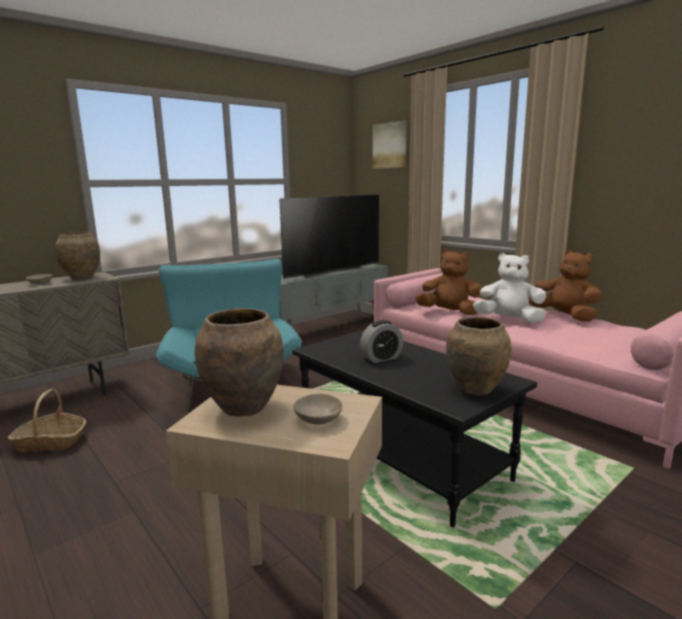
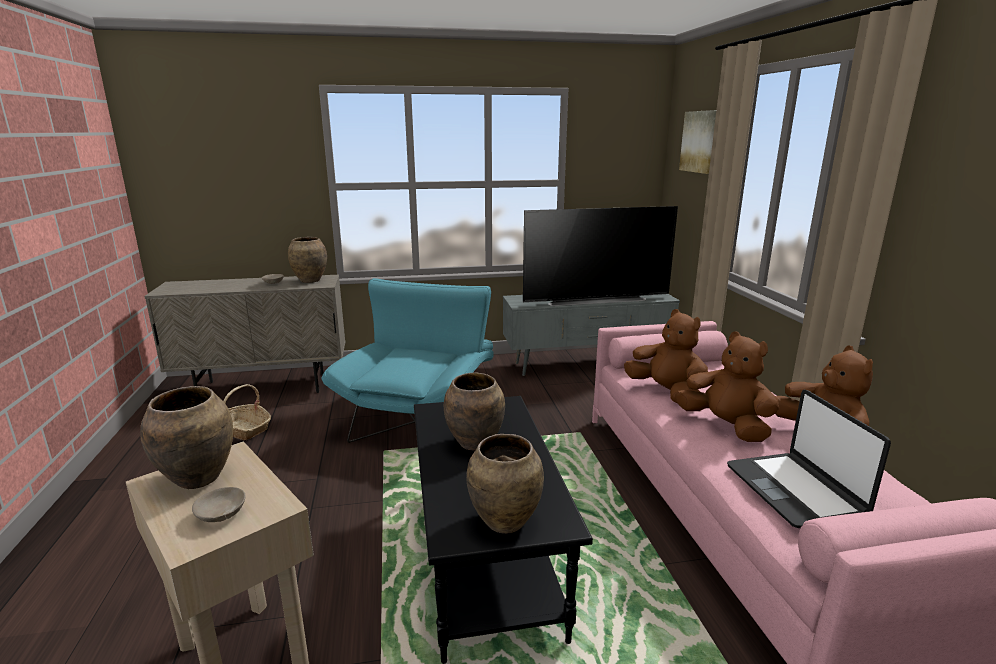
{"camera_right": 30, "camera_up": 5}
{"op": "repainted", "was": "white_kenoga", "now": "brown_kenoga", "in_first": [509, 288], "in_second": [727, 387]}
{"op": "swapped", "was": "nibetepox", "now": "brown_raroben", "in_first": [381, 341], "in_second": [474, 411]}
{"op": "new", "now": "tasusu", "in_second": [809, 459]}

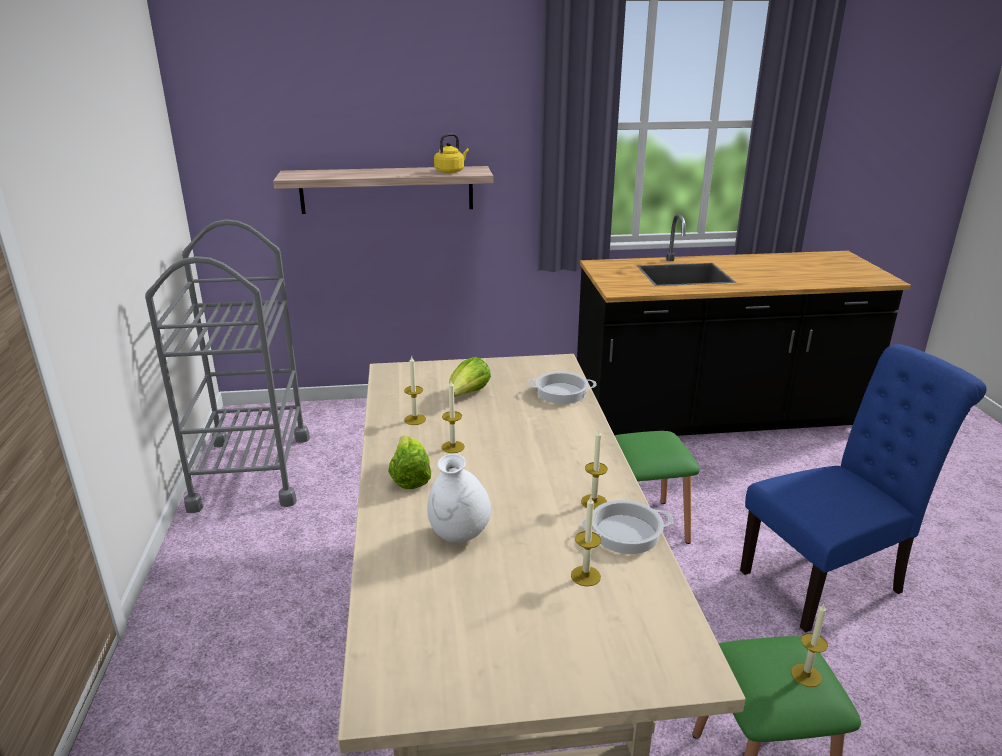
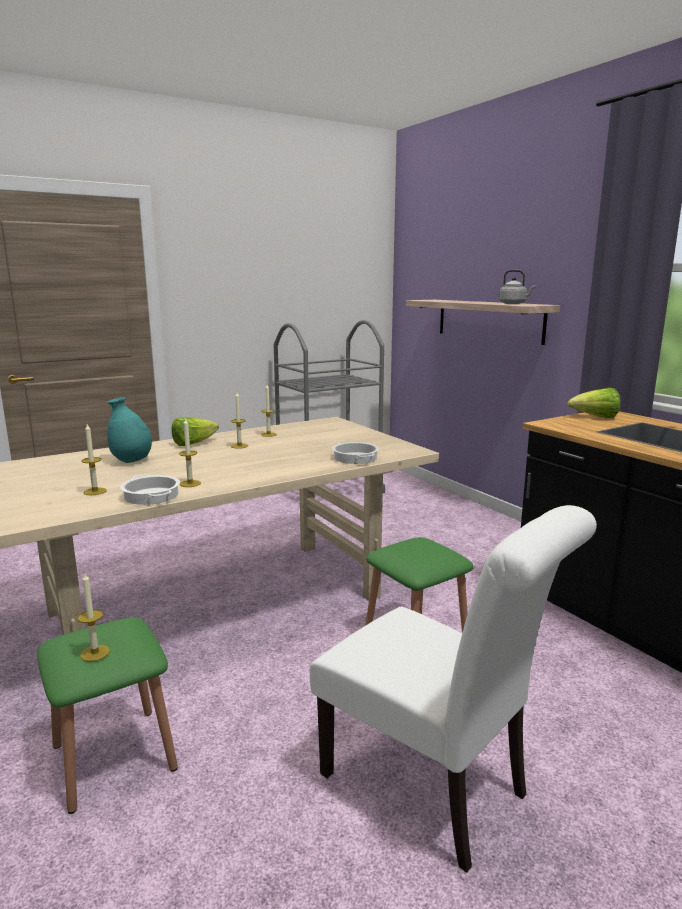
{"camera_right": 65, "camera_up": -10}
{"op": "repainted", "was": "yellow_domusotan", "now": "grey_domusotan", "in_first": [451, 153], "in_second": [517, 287]}
{"op": "repainted", "was": "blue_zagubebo", "now": "white_zagubebo", "in_first": [863, 488], "in_second": [453, 689]}
{"op": "shifted", "was": "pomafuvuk", "in_first": [470, 377], "in_second": [593, 403]}
{"op": "repainted", "was": "white_raroben", "now": "turquoise_raroben", "in_first": [459, 498], "in_second": [129, 430]}

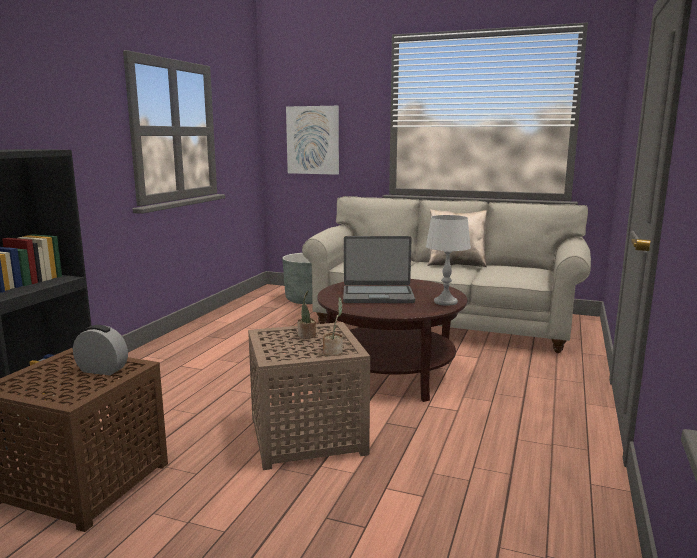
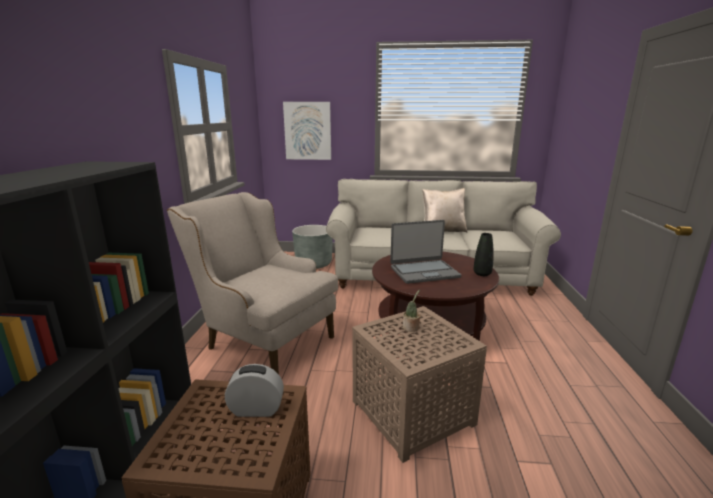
{"camera_right": -15, "camera_up": 5}
{"op": "swapped", "was": "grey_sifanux", "now": "black_raroben", "in_first": [448, 260], "in_second": [483, 254]}
{"op": "gone", "was": "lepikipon", "in_first": [333, 326]}
{"op": "new", "now": "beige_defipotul", "in_second": [252, 283]}

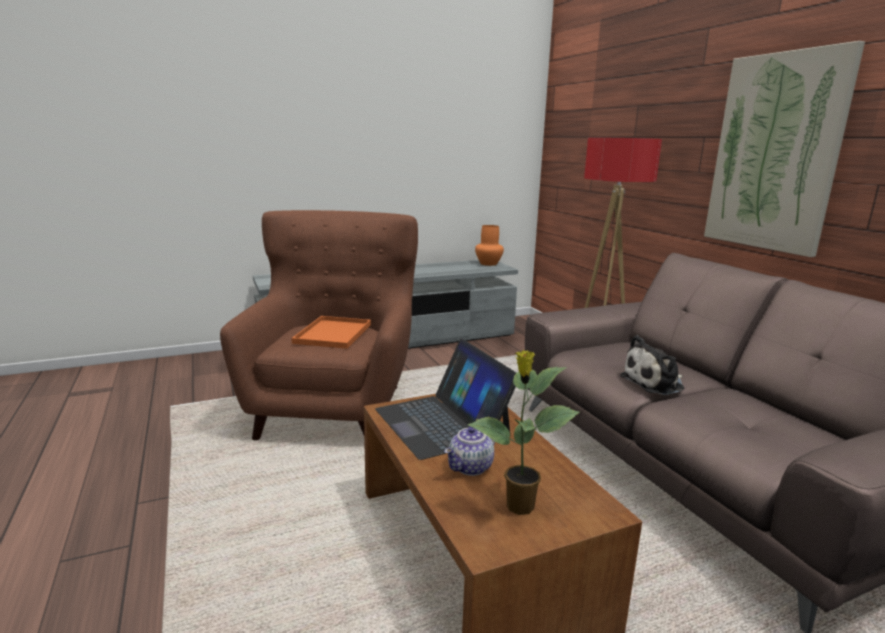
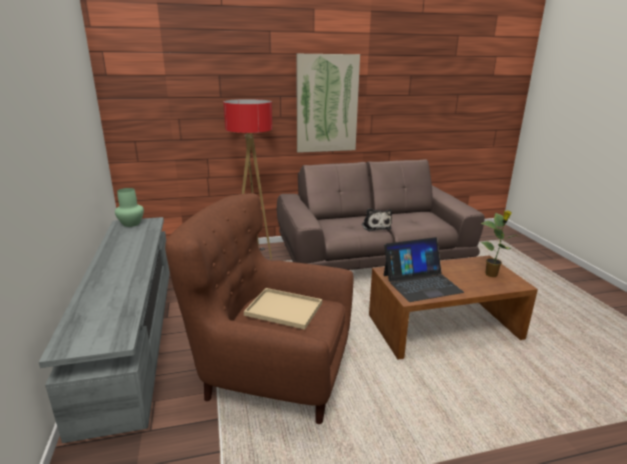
{"camera_right": -80, "camera_up": 5}
{"op": "repainted", "was": "orange_raroben", "now": "green_raroben", "in_first": [489, 245], "in_second": [129, 207]}
{"op": "repainted", "was": "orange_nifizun", "now": "beige_nifizun", "in_first": [331, 332], "in_second": [283, 309]}
{"op": "gone", "was": "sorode", "in_first": [469, 451]}

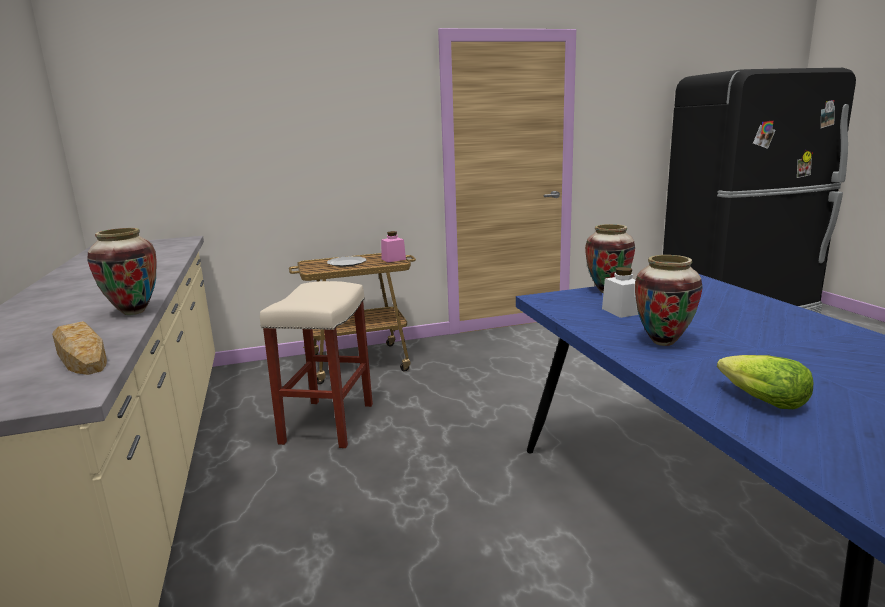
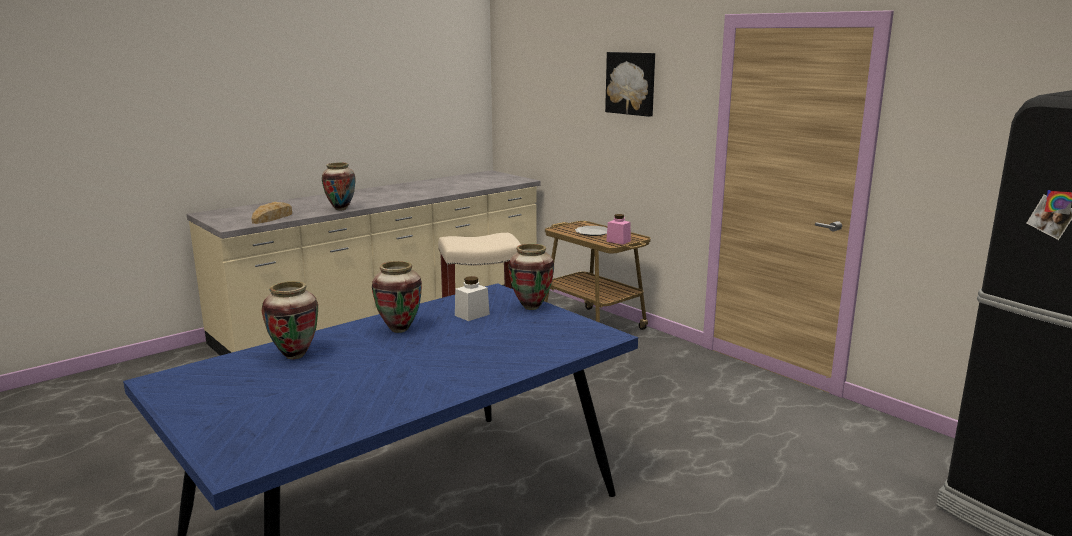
{"camera_right": 65, "camera_up": 0}
{"op": "swapped", "was": "pomafuvuk", "now": "raroben", "in_first": [765, 382], "in_second": [290, 320]}
{"op": "new", "now": "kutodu", "in_second": [630, 84]}

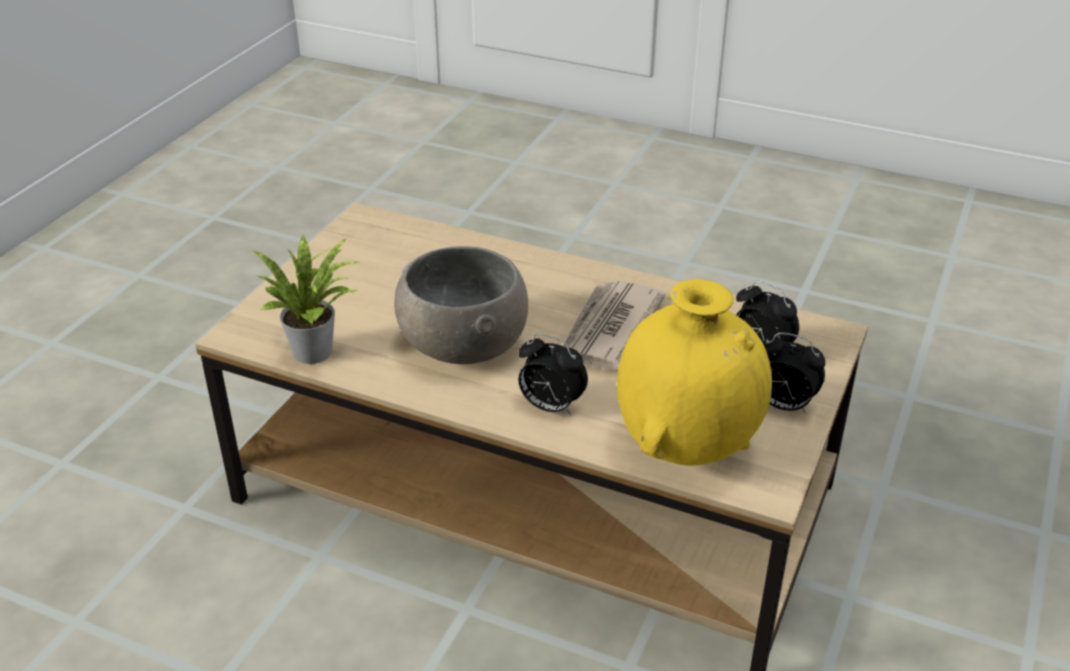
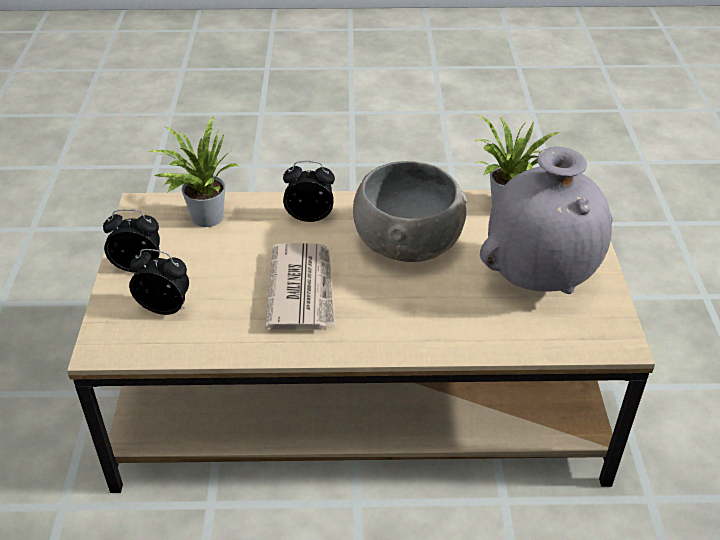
{"camera_right": 155, "camera_up": 5}
{"op": "swapped", "was": "yellow_raroben", "now": "lepikipon", "in_first": [694, 372], "in_second": [193, 171]}
{"op": "new", "now": "grey_raroben", "in_second": [546, 220]}

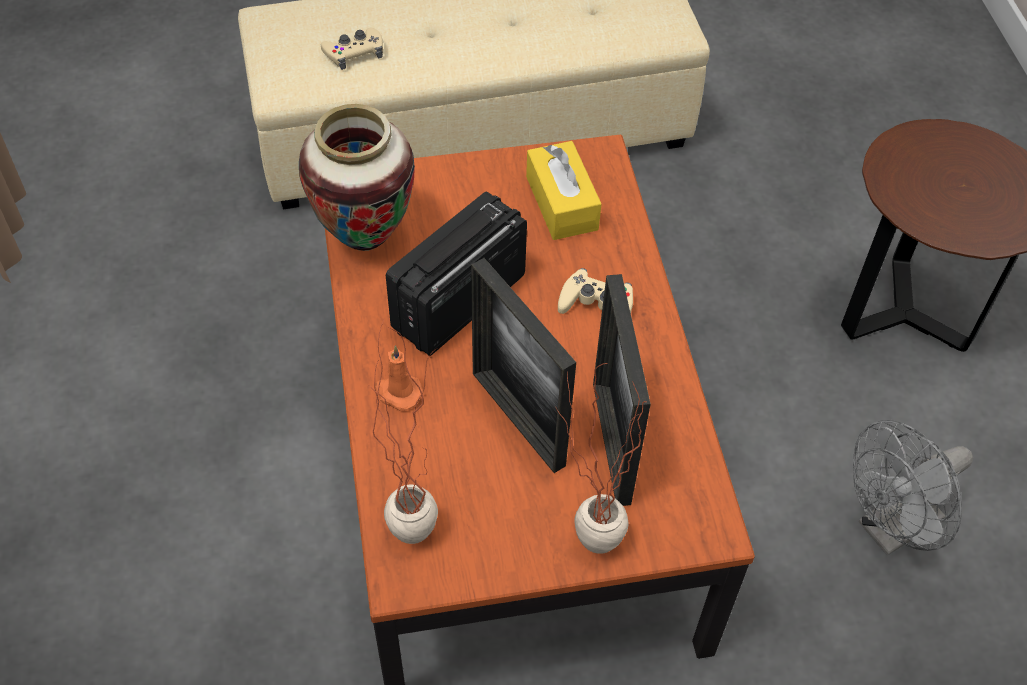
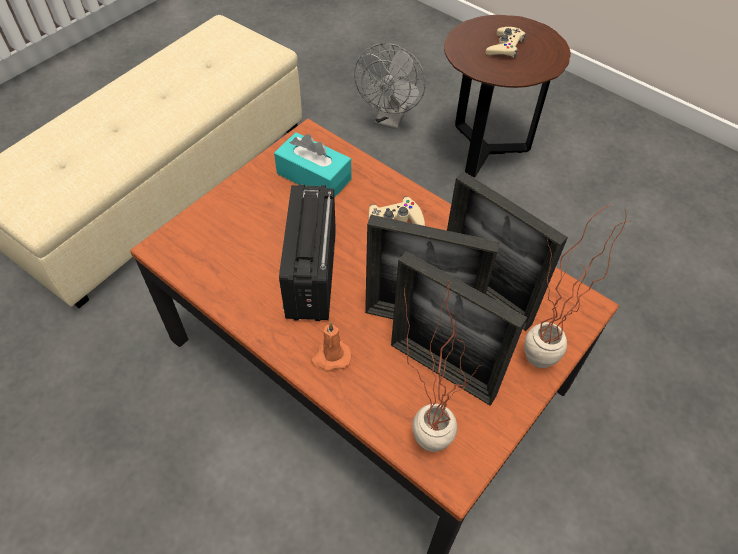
{"camera_right": -40, "camera_up": 0}
{"op": "shifted", "was": "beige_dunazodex", "in_first": [352, 49], "in_second": [506, 42]}
{"op": "gone", "was": "raroben", "in_first": [357, 177]}
{"op": "repainted", "was": "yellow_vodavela", "now": "turquoise_vodavela", "in_first": [563, 190], "in_second": [312, 165]}
{"op": "shifted", "was": "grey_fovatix", "in_first": [913, 488], "in_second": [390, 86]}
{"op": "new", "now": "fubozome", "in_second": [459, 328]}

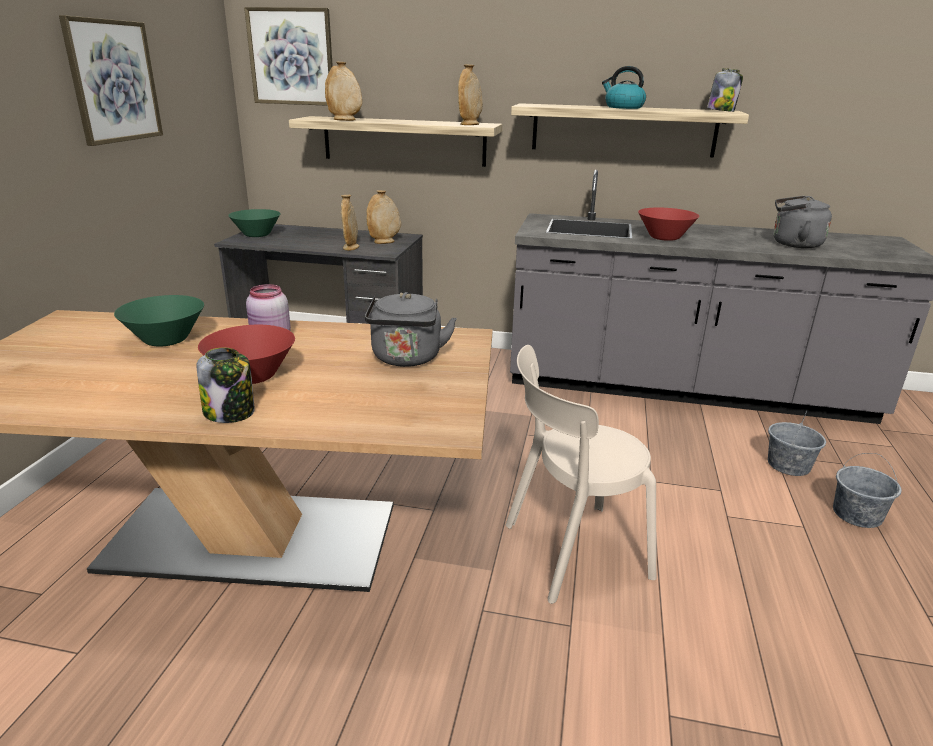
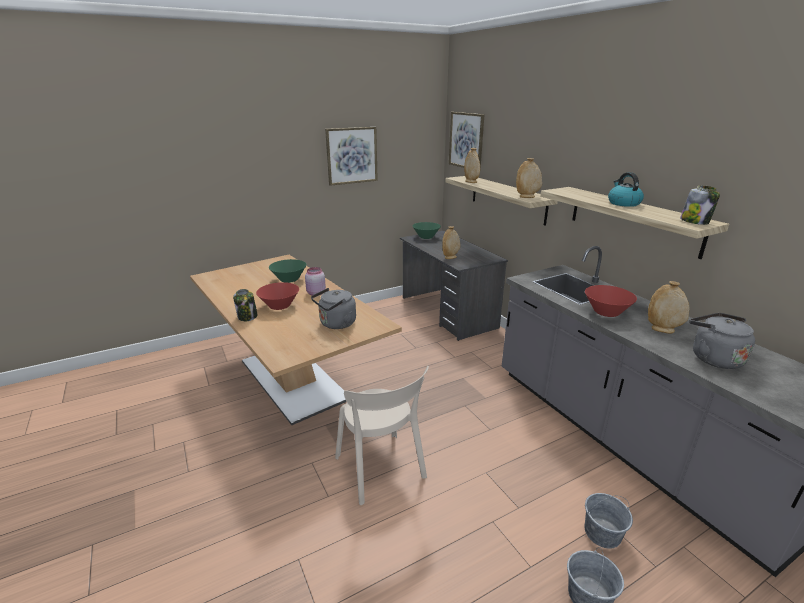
{"camera_right": 50, "camera_up": 0}
{"op": "shifted", "was": "beige_raroben", "in_first": [383, 217], "in_second": [668, 307]}
{"op": "rotated", "was": "beige_zagubebo", "in_first": [581, 474], "in_second": [382, 435], "clockwise": -150}

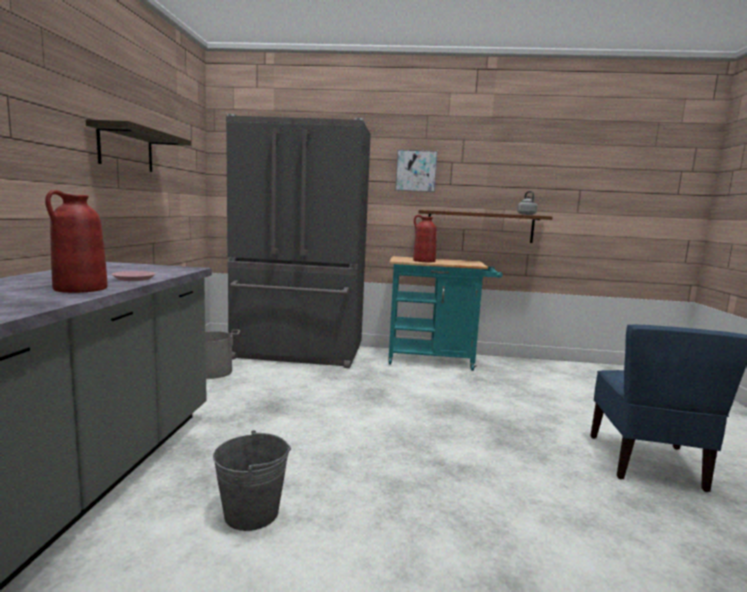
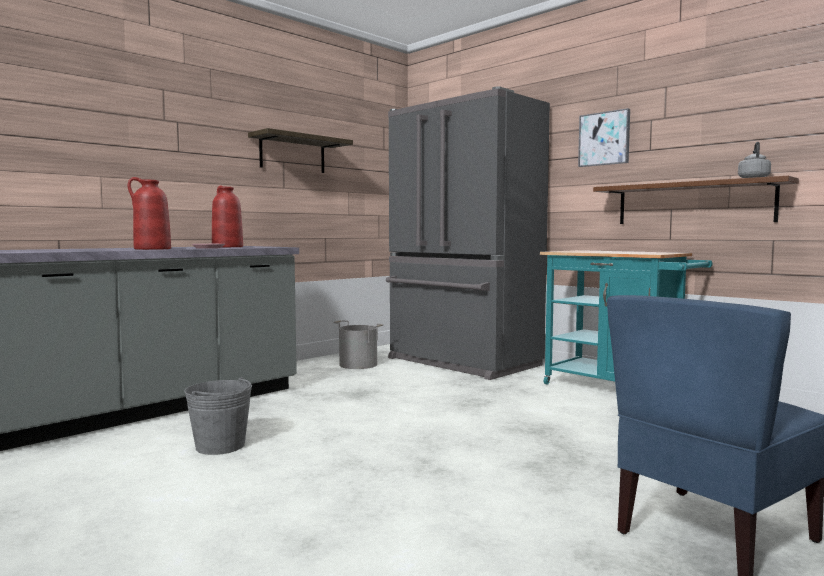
{"camera_right": 40, "camera_up": -5}
{"op": "shifted", "was": "red_raroben", "in_first": [424, 238], "in_second": [227, 216]}

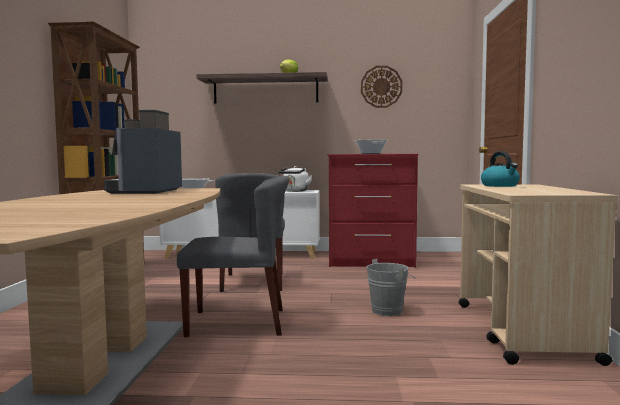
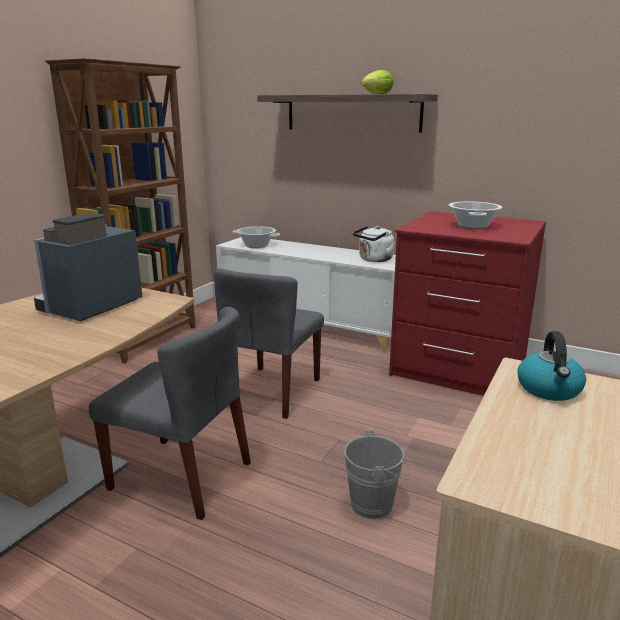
{"camera_right": 25, "camera_up": 15}
{"op": "gone", "was": "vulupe", "in_first": [381, 87]}

